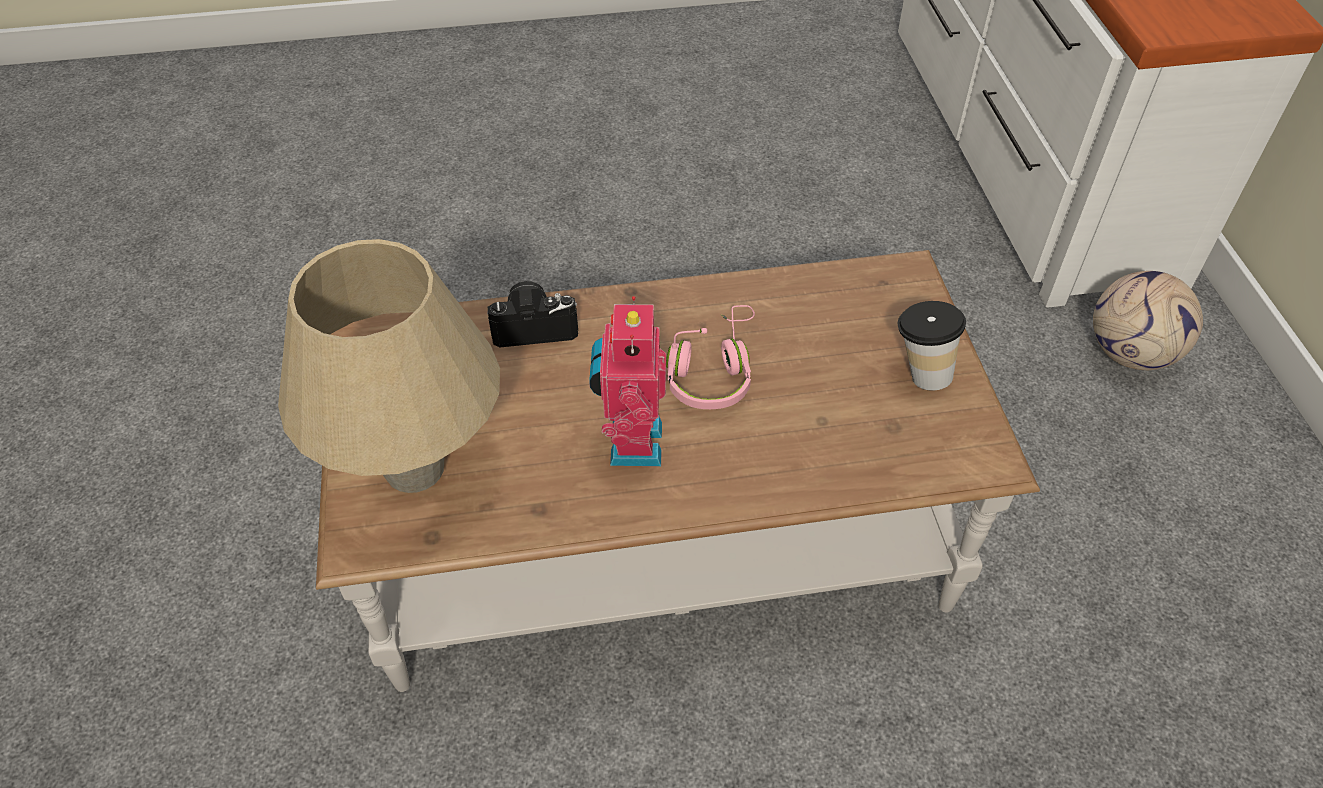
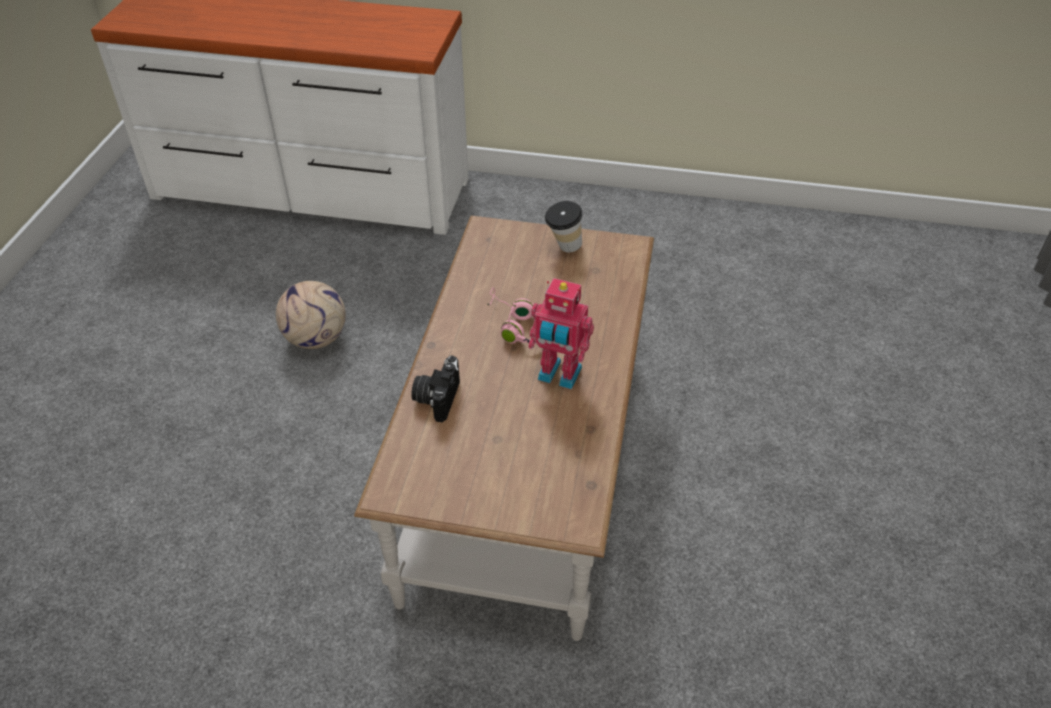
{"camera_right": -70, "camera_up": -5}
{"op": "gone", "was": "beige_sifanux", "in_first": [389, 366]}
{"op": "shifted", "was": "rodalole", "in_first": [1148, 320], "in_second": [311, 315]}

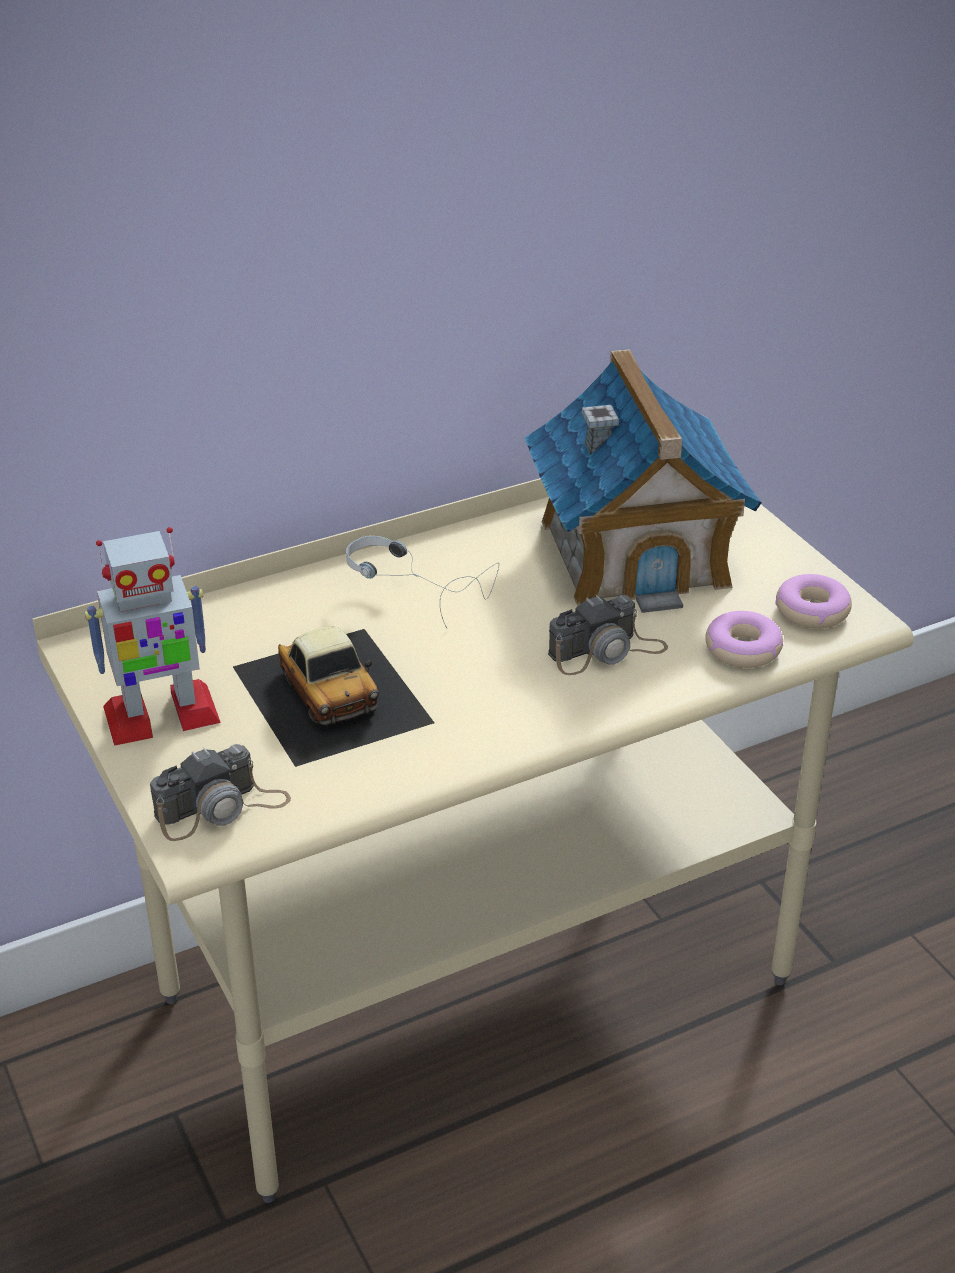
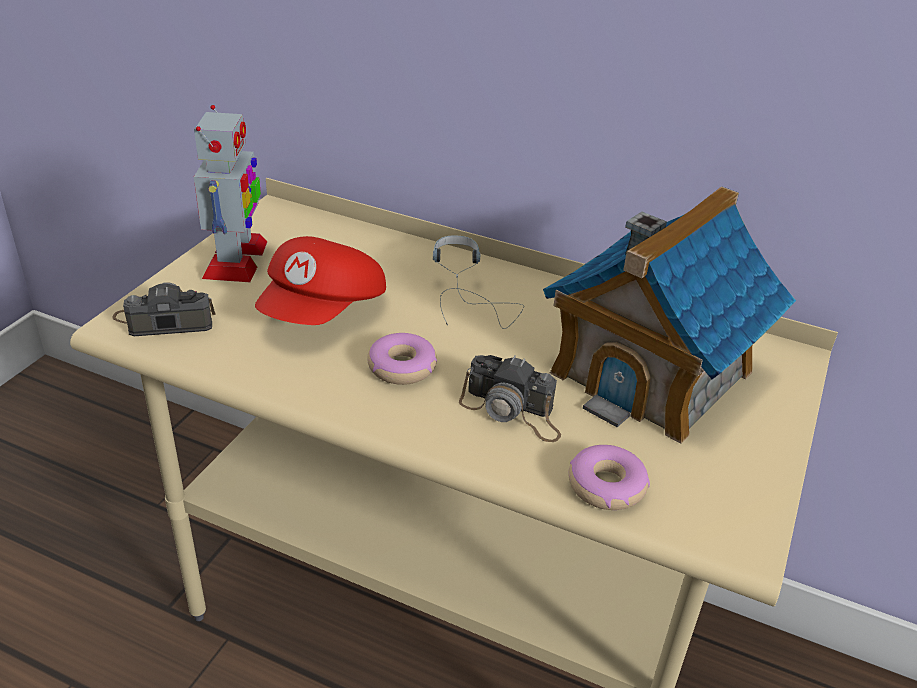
{"camera_right": 50, "camera_up": 0}
{"op": "rotated", "was": "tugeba", "in_first": [153, 636], "in_second": [230, 193], "clockwise": -120}
{"op": "shifted", "was": "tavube", "in_first": [813, 601], "in_second": [402, 359]}
{"op": "swapped", "was": "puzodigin", "now": "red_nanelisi", "in_first": [333, 697], "in_second": [320, 280]}
{"op": "rotated", "was": "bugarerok", "in_first": [220, 792], "in_second": [164, 309], "clockwise": 150}

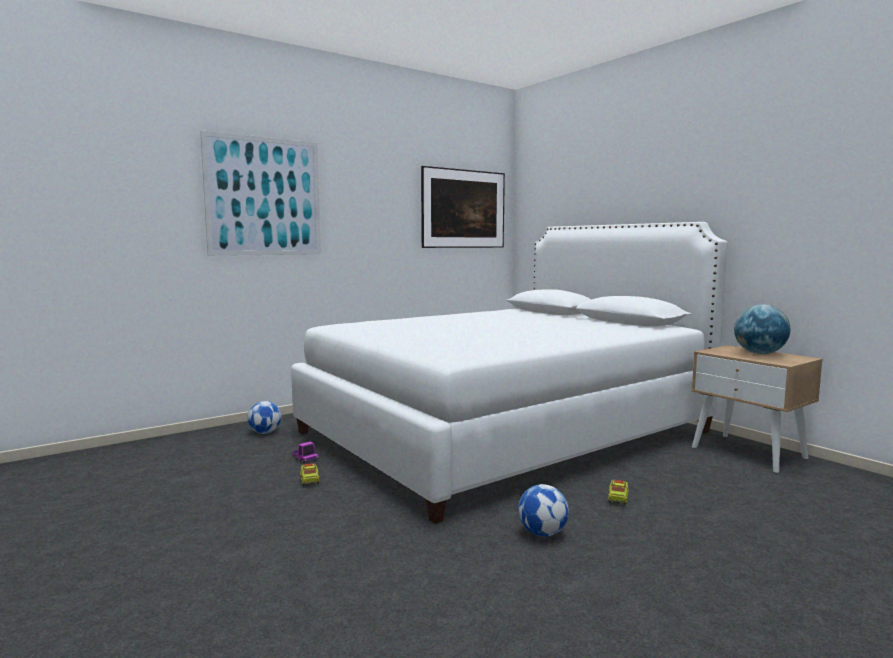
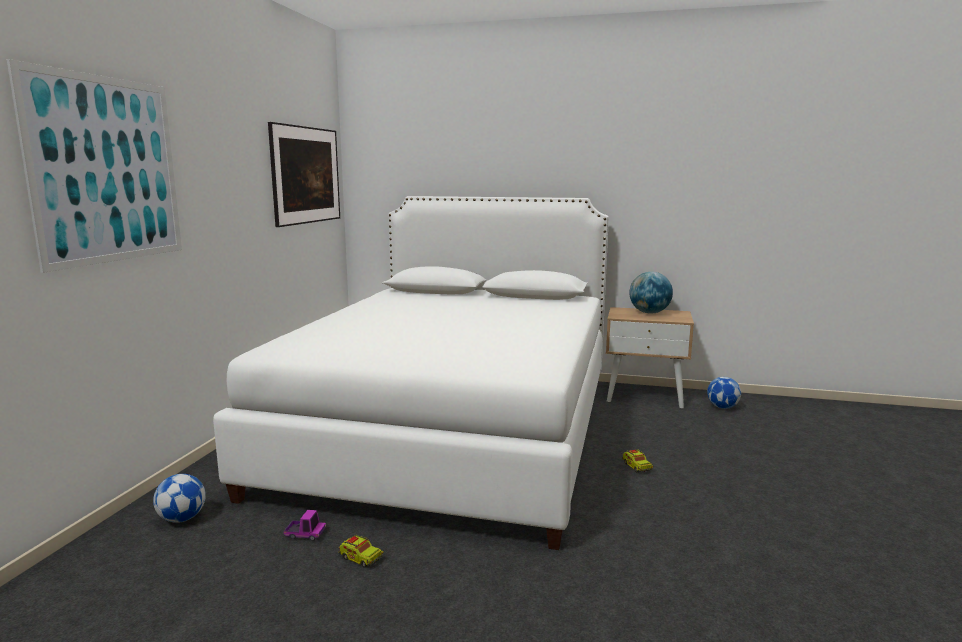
{"camera_right": -40, "camera_up": 5}
{"op": "shifted", "was": "rodalole", "in_first": [543, 510], "in_second": [724, 393]}

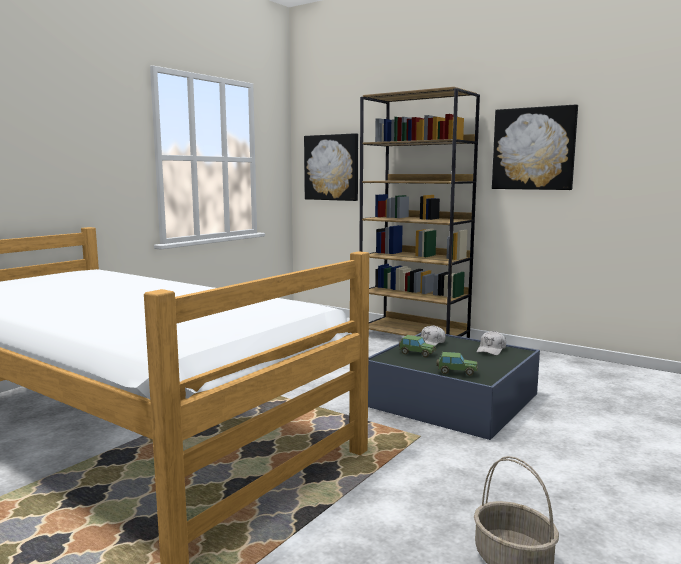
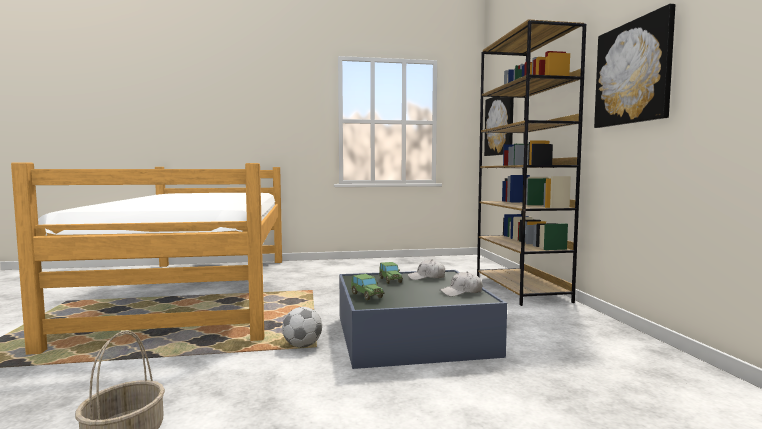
{"camera_right": 45, "camera_up": -5}
{"op": "new", "now": "rodalole", "in_second": [302, 327]}

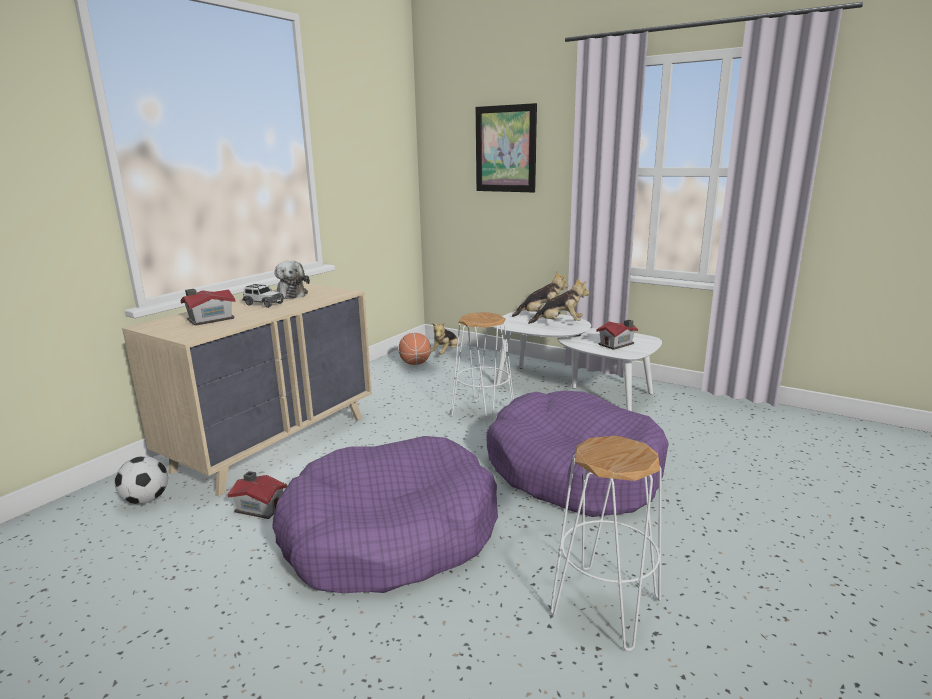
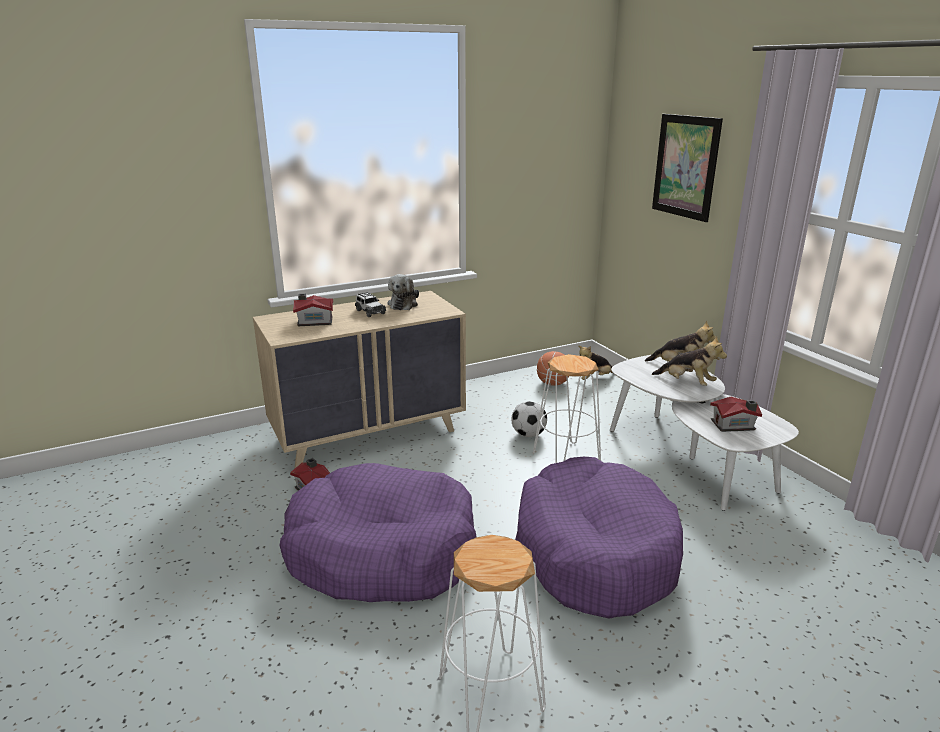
{"camera_right": 30, "camera_up": 5}
{"op": "shifted", "was": "rodalole", "in_first": [141, 480], "in_second": [529, 419]}

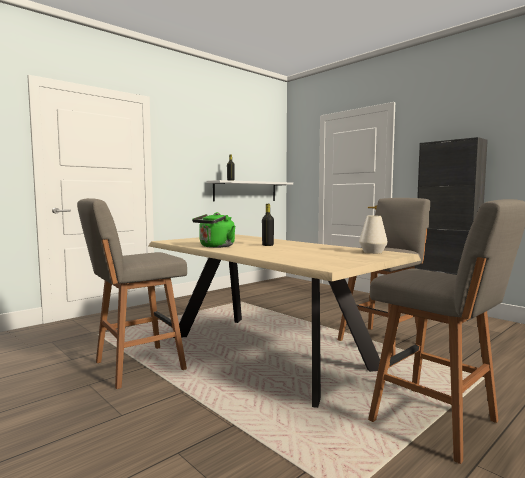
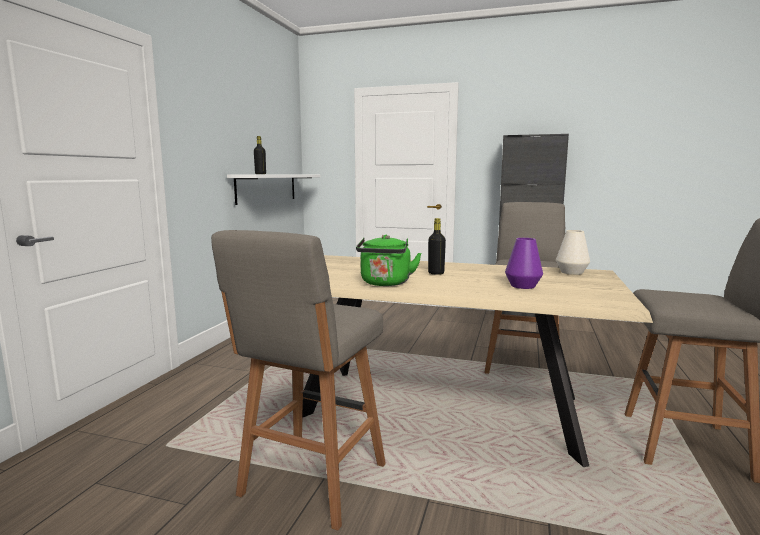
{"camera_right": -30, "camera_up": 5}
{"op": "new", "now": "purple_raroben", "in_second": [524, 263]}

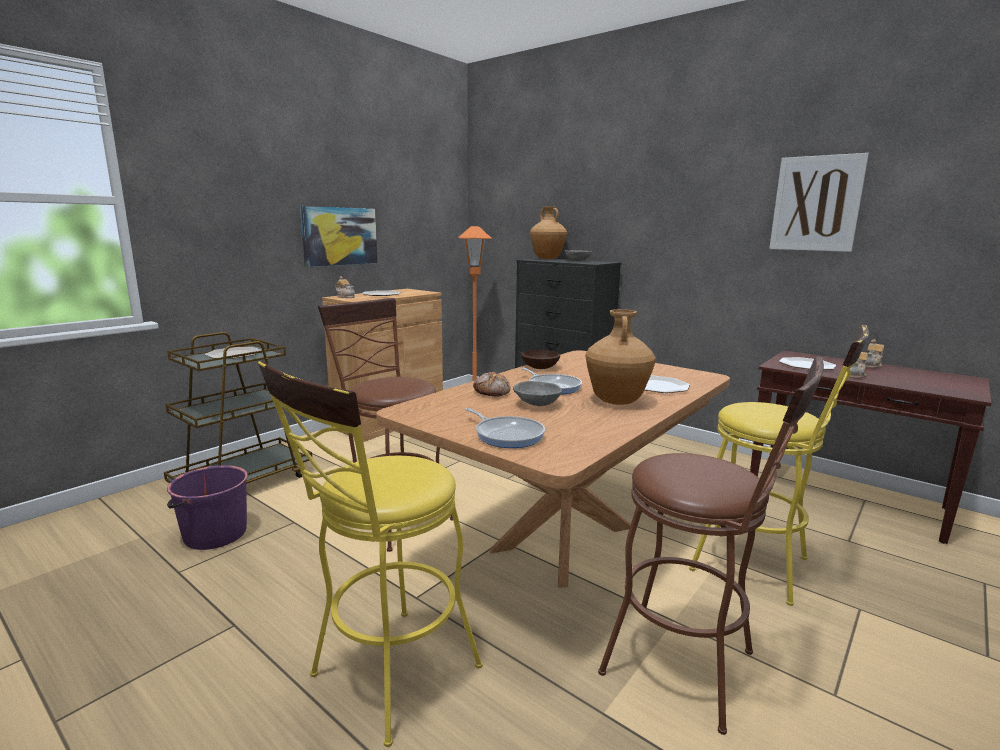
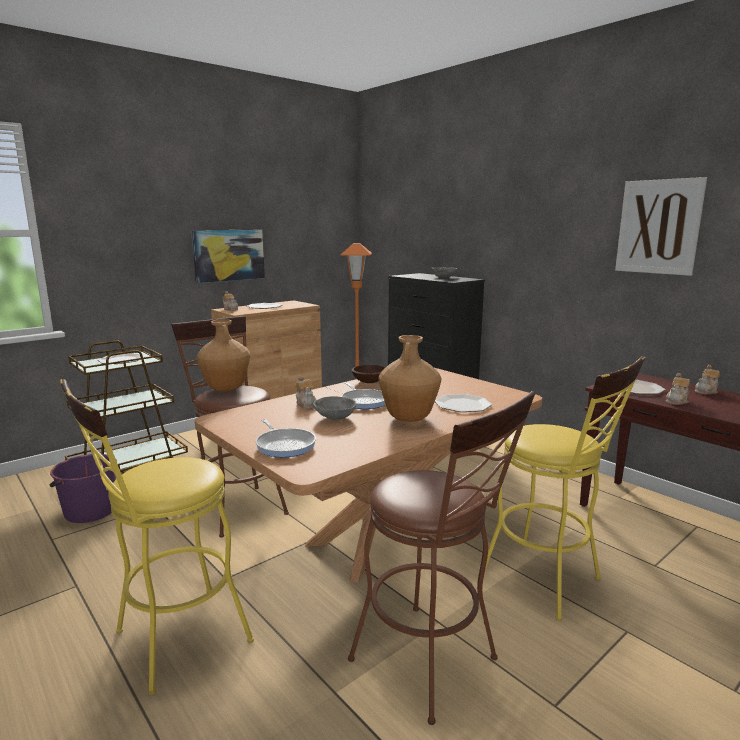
{"camera_right": 10, "camera_up": 0}
{"op": "shifted", "was": "brown_raroben", "in_first": [548, 232], "in_second": [223, 355]}
{"op": "swapped", "was": "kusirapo", "now": "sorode", "in_first": [492, 384], "in_second": [305, 392]}

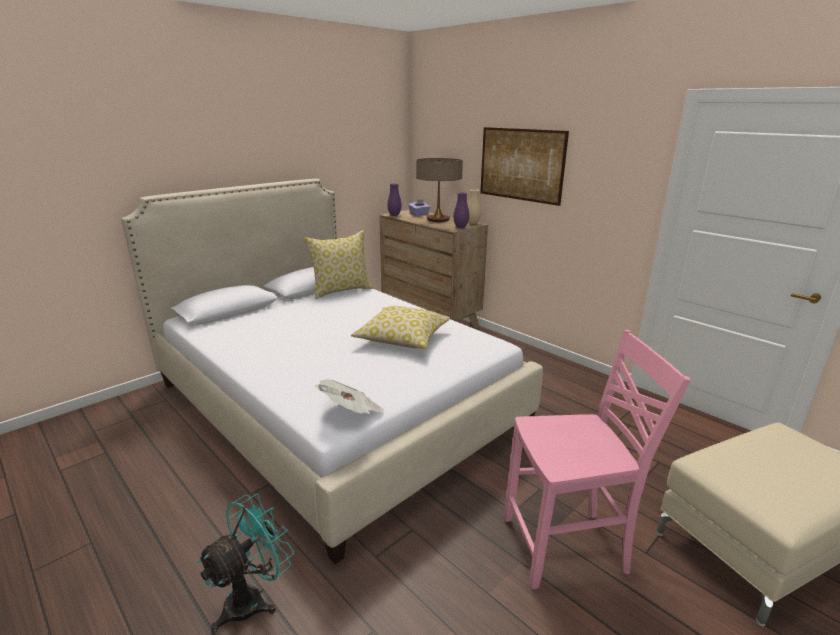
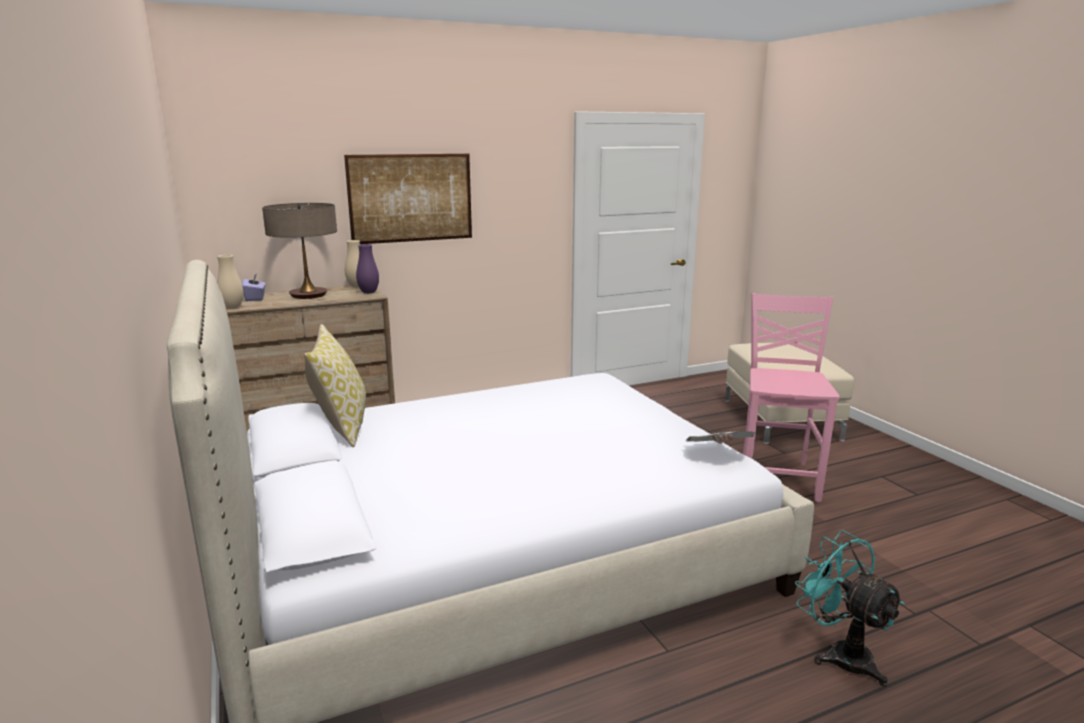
{"camera_right": -70, "camera_up": -5}
{"op": "repainted", "was": "purple_raroben", "now": "beige_raroben", "in_first": [394, 200], "in_second": [230, 282]}
{"op": "gone", "was": "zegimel", "in_first": [400, 327]}

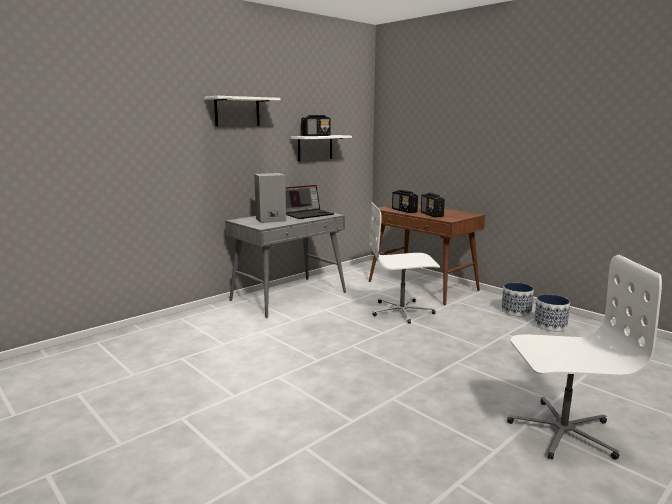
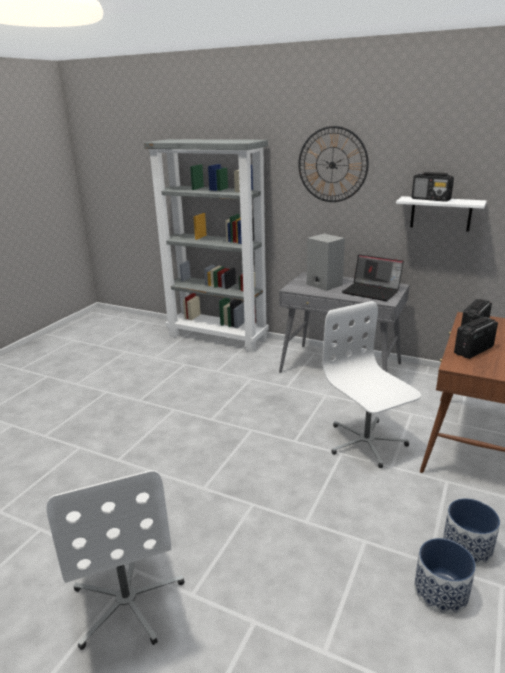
{"camera_right": 70, "camera_up": 10}
{"op": "swapped", "was": "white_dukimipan", "now": "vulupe", "in_first": [242, 111], "in_second": [333, 164]}
{"op": "new", "now": "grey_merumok", "in_second": [206, 245]}

